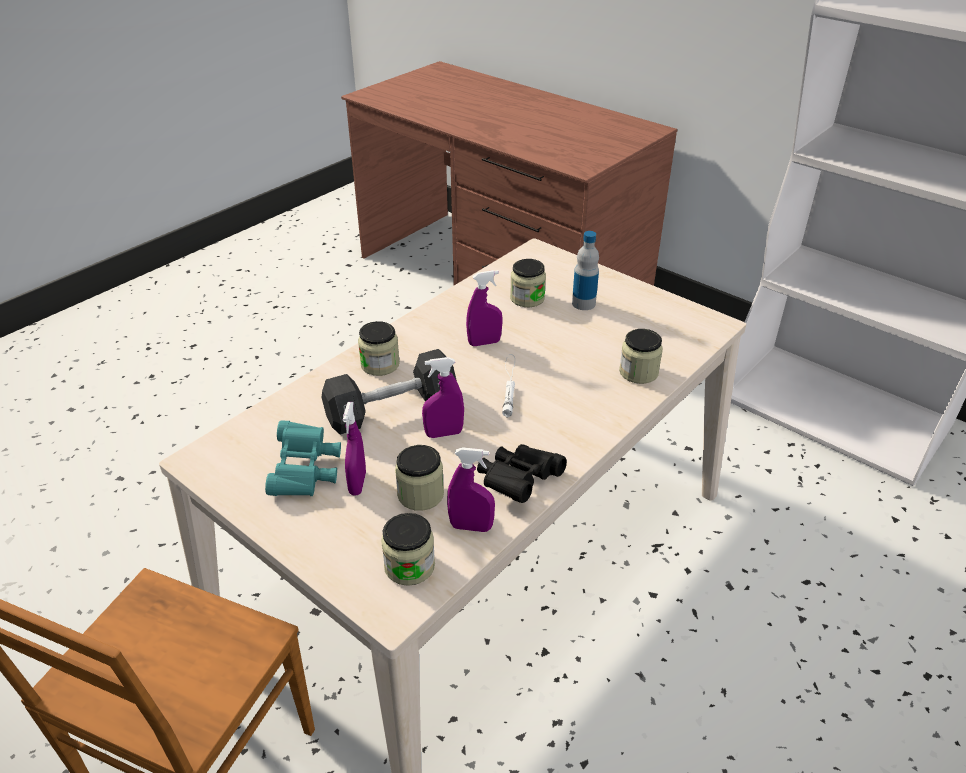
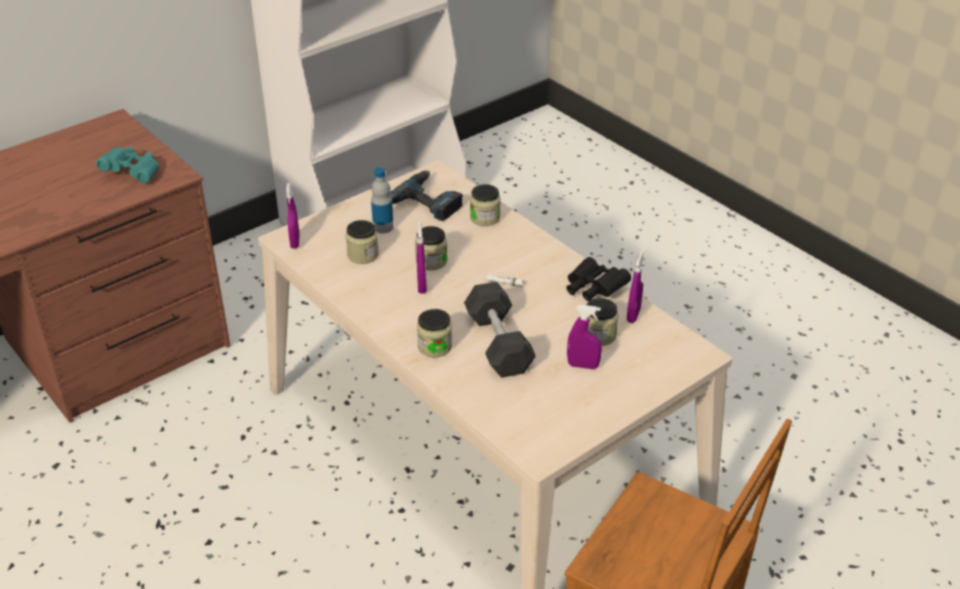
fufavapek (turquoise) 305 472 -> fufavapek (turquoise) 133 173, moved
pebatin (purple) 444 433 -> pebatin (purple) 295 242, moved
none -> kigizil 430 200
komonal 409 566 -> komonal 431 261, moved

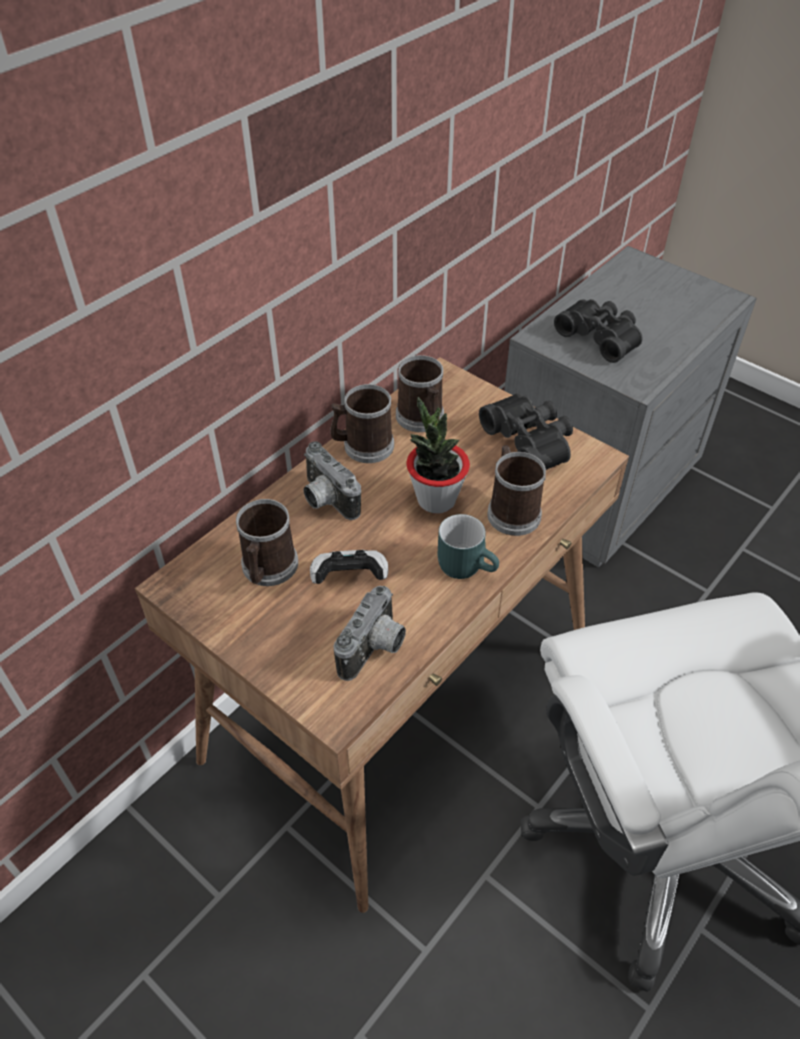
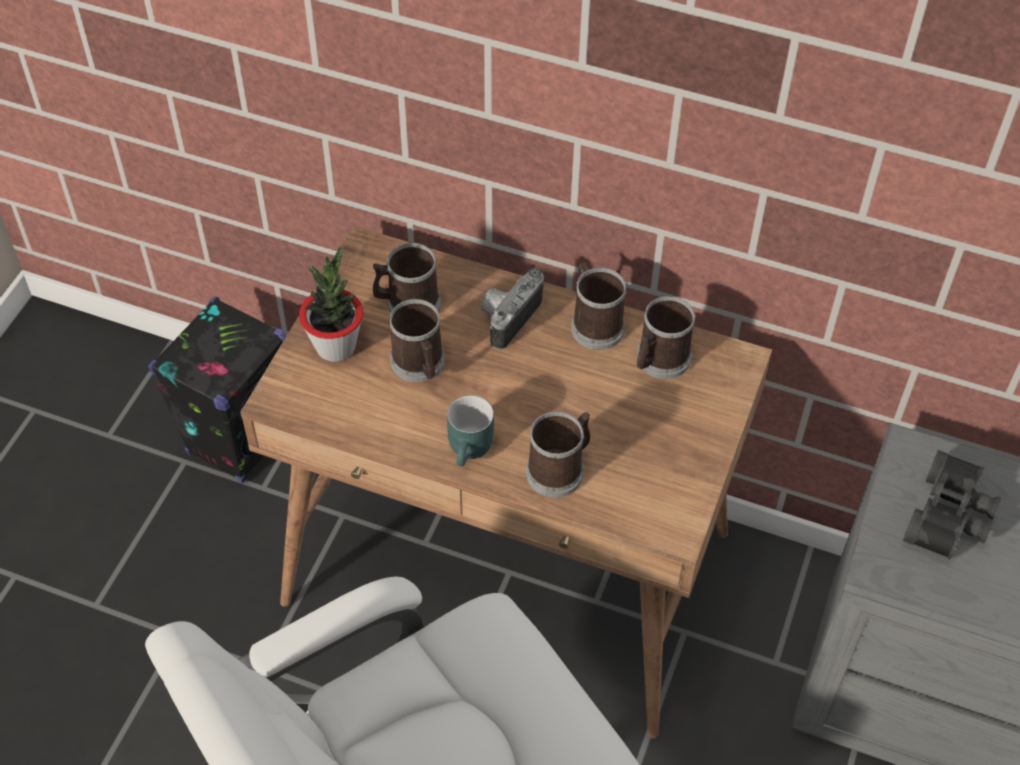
none -> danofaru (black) 239 441
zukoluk 436 500 -> zukoluk 335 346, moved
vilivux 349 578 -> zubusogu 420 365
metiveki 375 650 -> none
fufavapek (black) 530 441 -> none

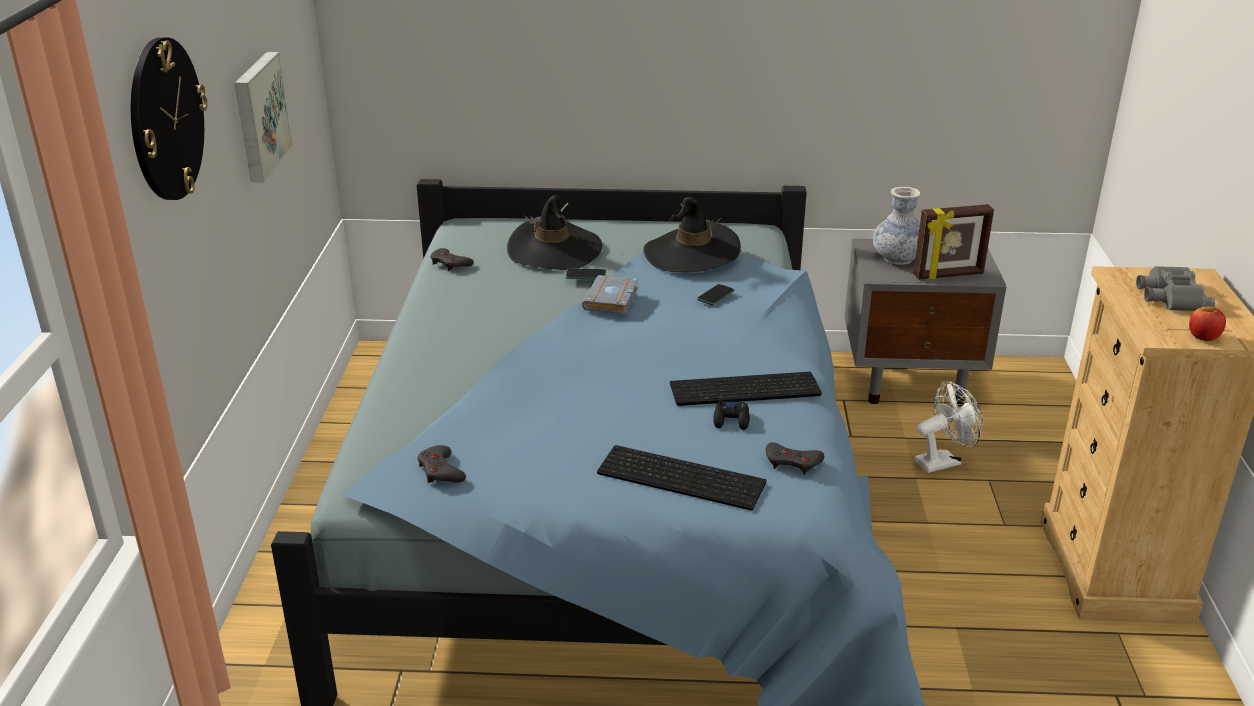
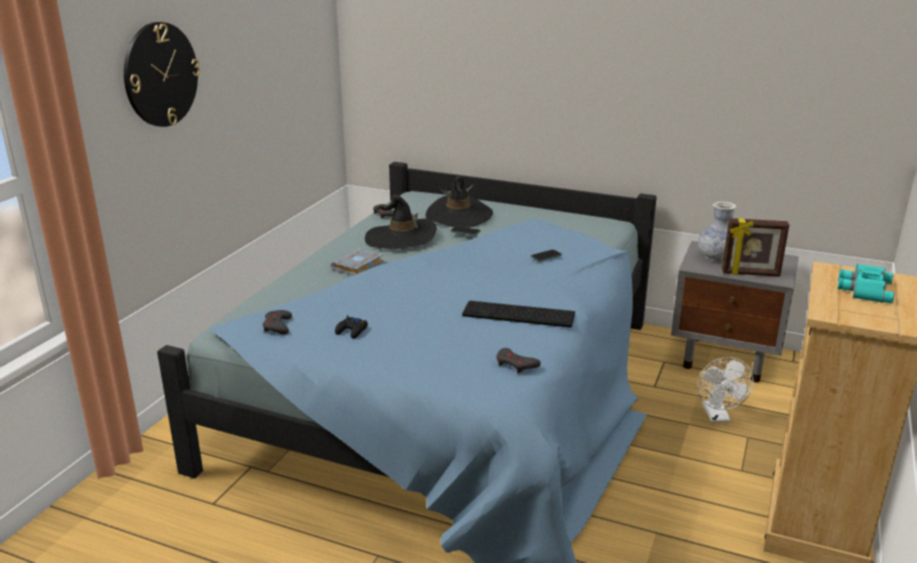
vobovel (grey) 612 300 -> vobovel (grey) 358 266, moved
vilivux (black) 731 420 -> vilivux (black) 352 331, moved
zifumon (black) 691 254 -> zifumon (black) 400 238, moved
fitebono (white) 943 461 -> fitebono (white) 718 417, 90 degrees clockwise
fufavapek (grey) 1170 295 -> fufavapek (turquoise) 863 288
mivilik 258 116 -> none
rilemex 683 476 -> none
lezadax 1203 336 -> none

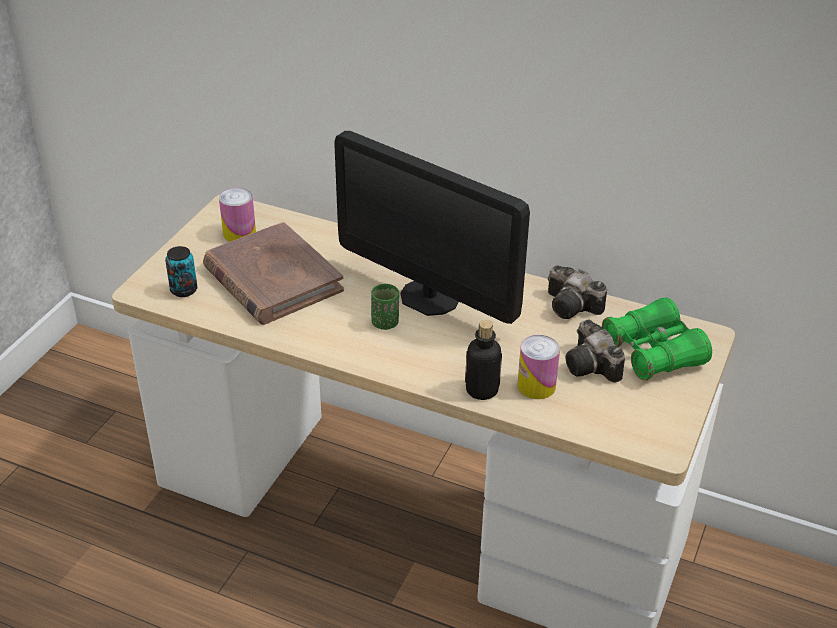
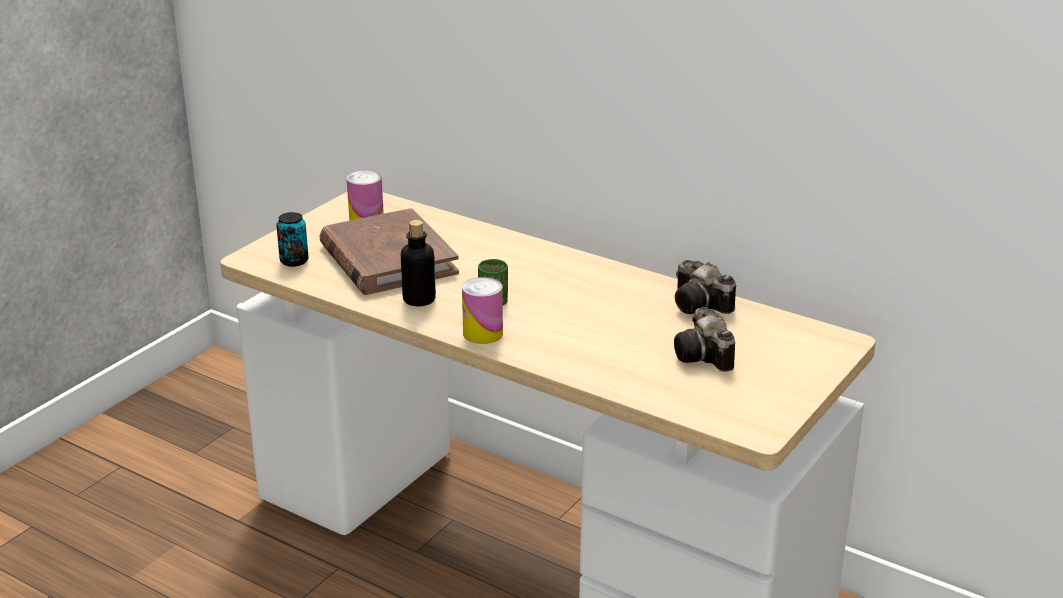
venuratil 482 390 -> venuratil 419 299, moved
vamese 536 386 -> vamese 483 333, moved
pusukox 429 297 -> none
fufavapek (green) 653 352 -> none

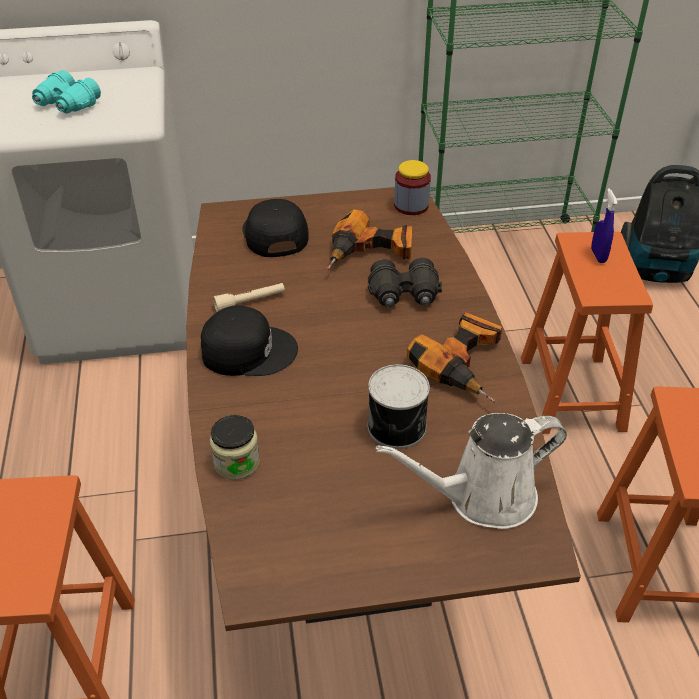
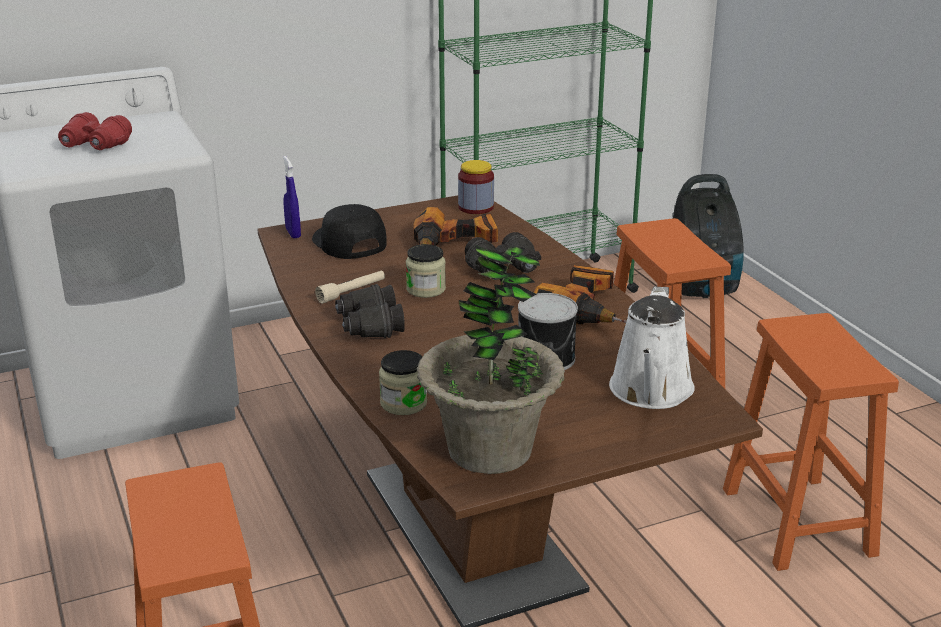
fufavapek (turquoise) 67 105 -> fufavapek (red) 95 145
pebatin (blue) 598 256 -> pebatin (blue) 293 233, moved
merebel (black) 248 350 -> fufavapek (black) 369 326
none -> komonal 426 289
none -> zukoluk 490 450
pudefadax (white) 482 497 -> pudefadax (white) 650 392, 45 degrees counterclockwise

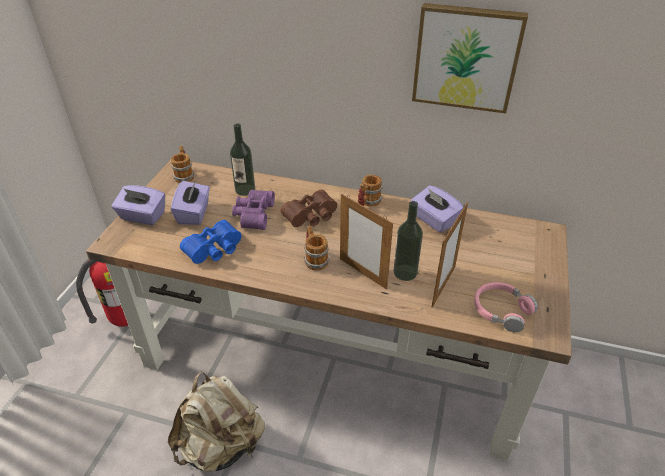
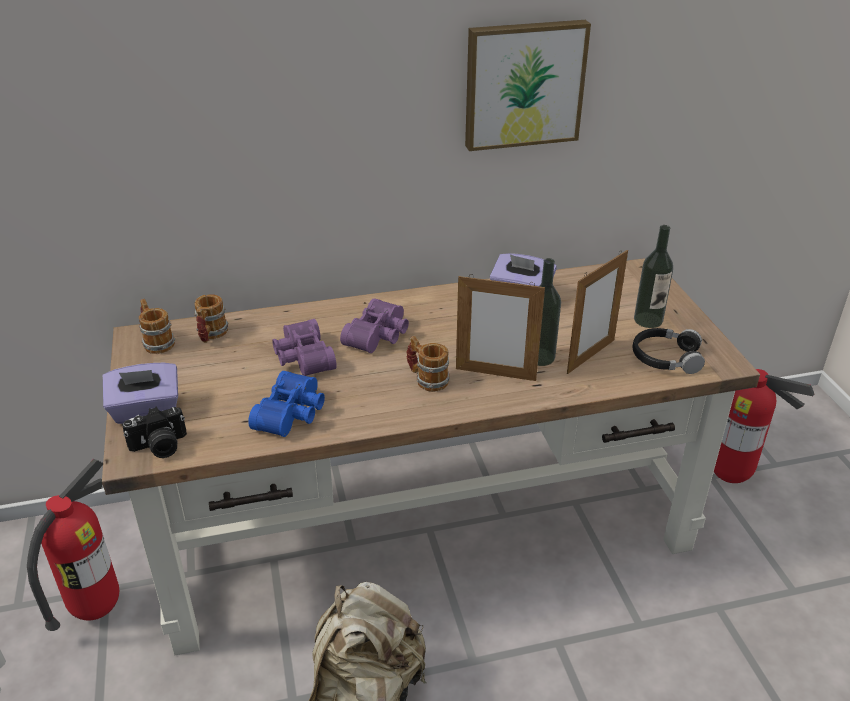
none -> metiveki 159 447
zubusogu 368 202 -> zubusogu 211 335, moved
fufavapek (brown) 312 217 -> fufavapek (purple) 379 336
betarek 443 286 -> betarek 590 356, 45 degrees clockwise
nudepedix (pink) 501 310 -> nudepedix (black) 665 358
venuratil 245 190 -> venuratil 648 320, moved
none -> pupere 730 476
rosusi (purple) 194 213 -> none

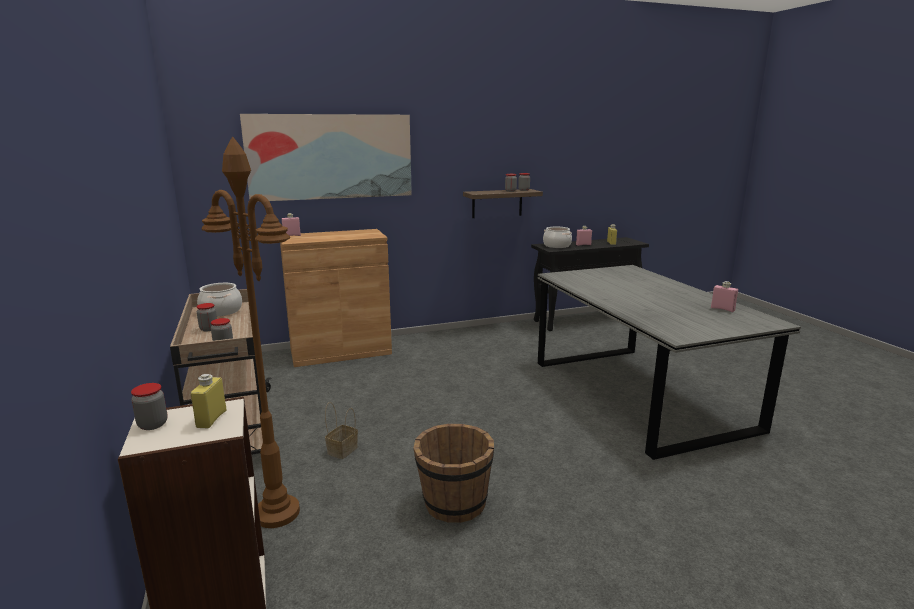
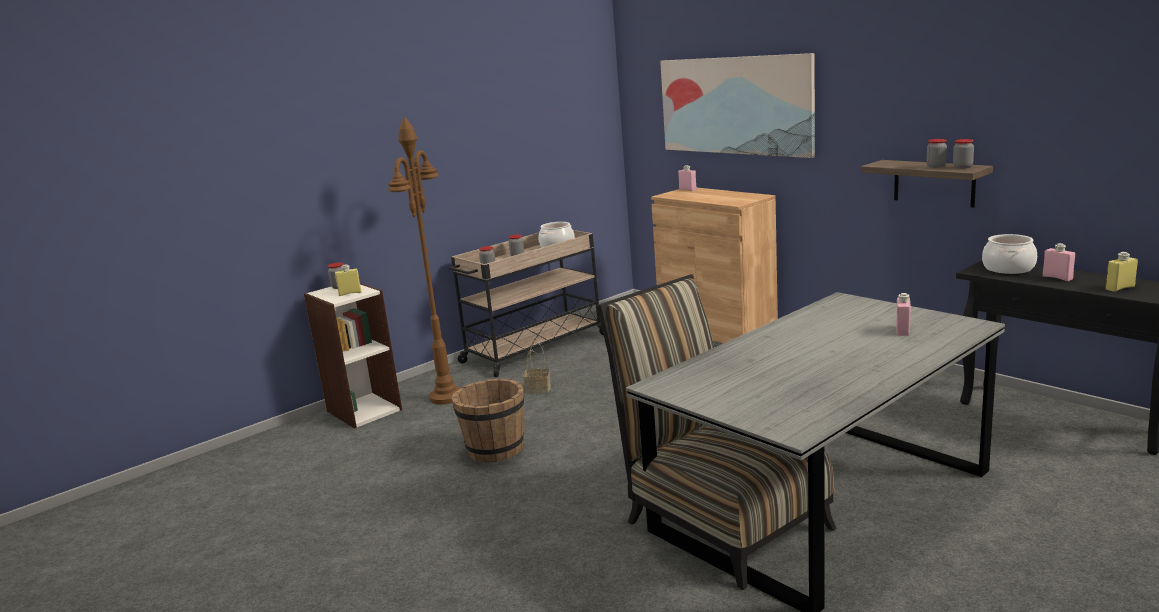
none -> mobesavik 719 519
venuratil (pink) 722 309 -> venuratil (pink) 902 330, moved

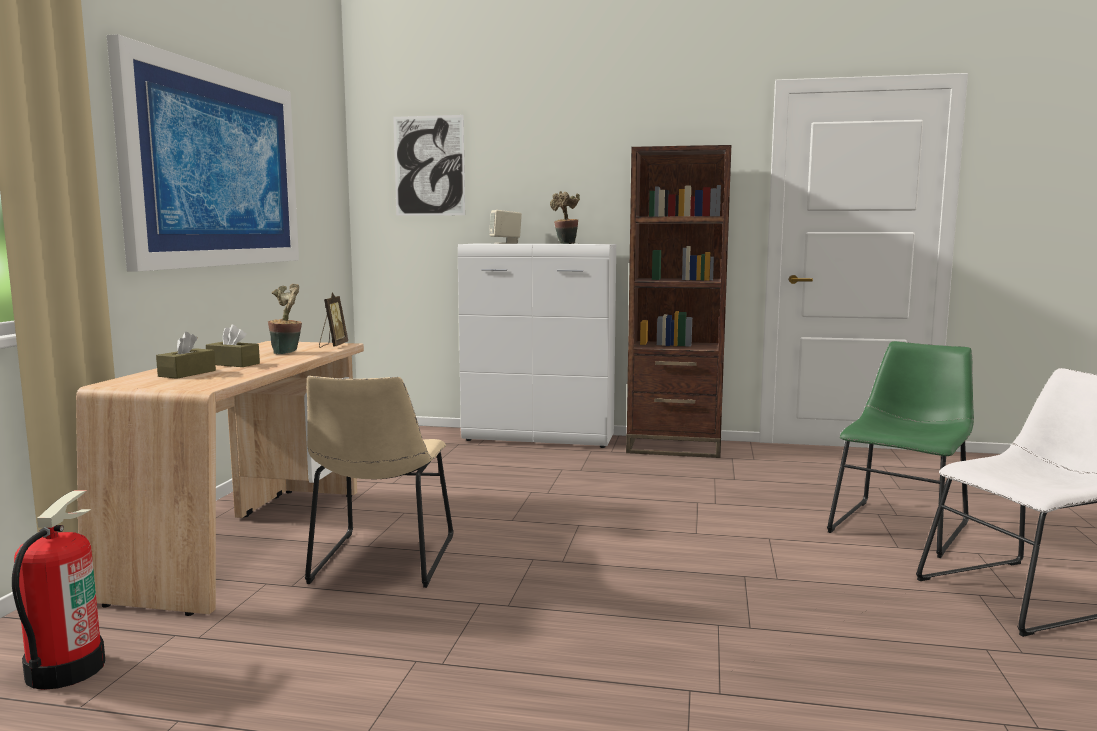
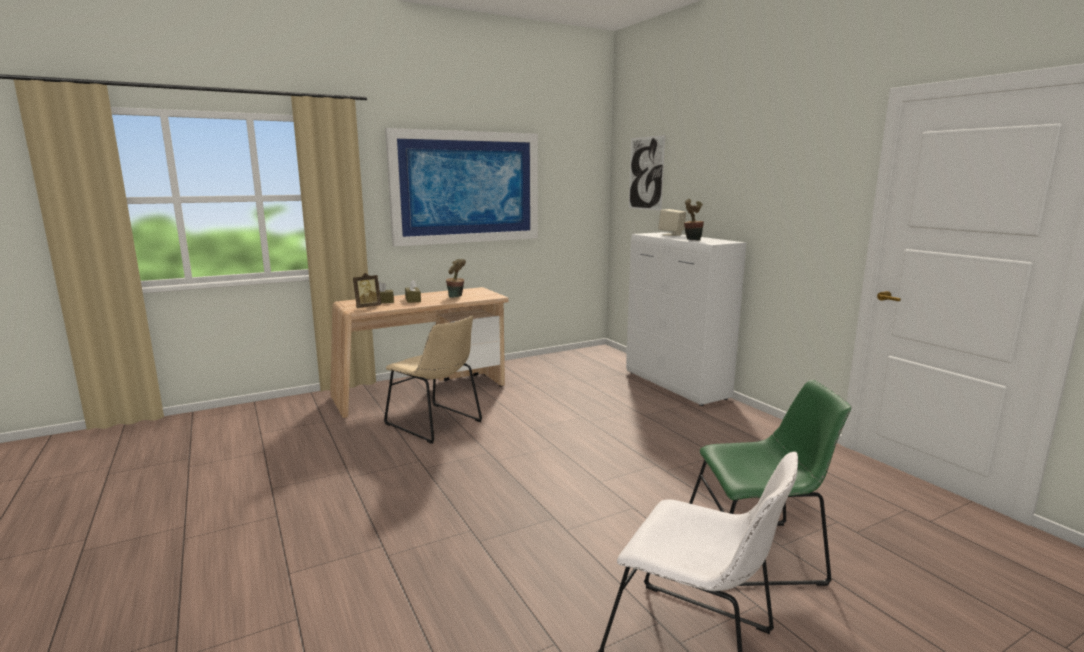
betarek 333 346 -> betarek 367 307, moved
mobesavik (beige) 382 562 -> mobesavik (beige) 436 424, 105 degrees counterclockwise
pupere 64 669 -> none
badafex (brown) 674 447 -> none

